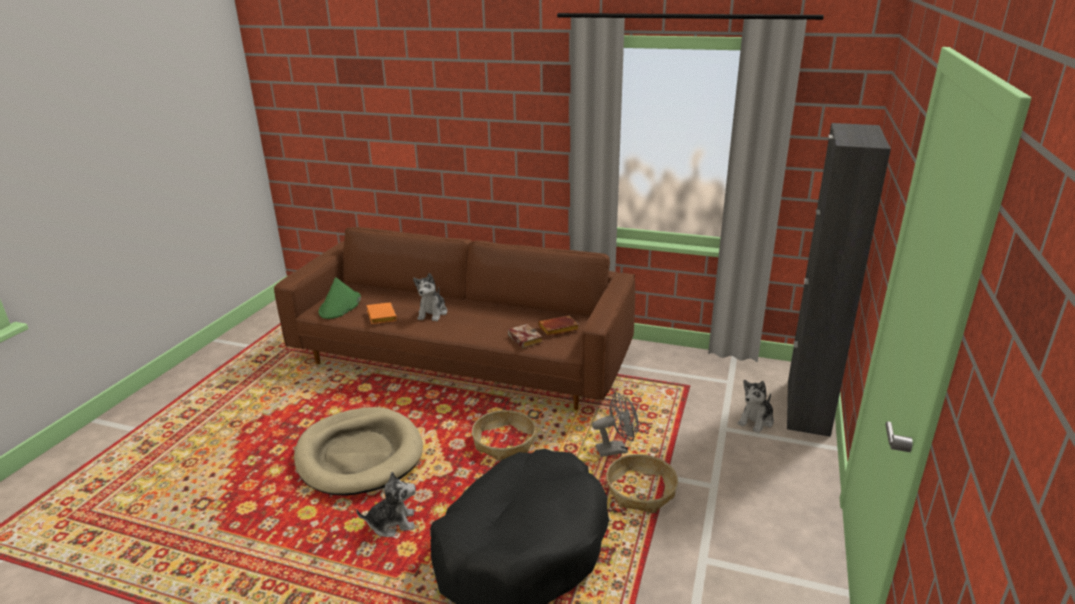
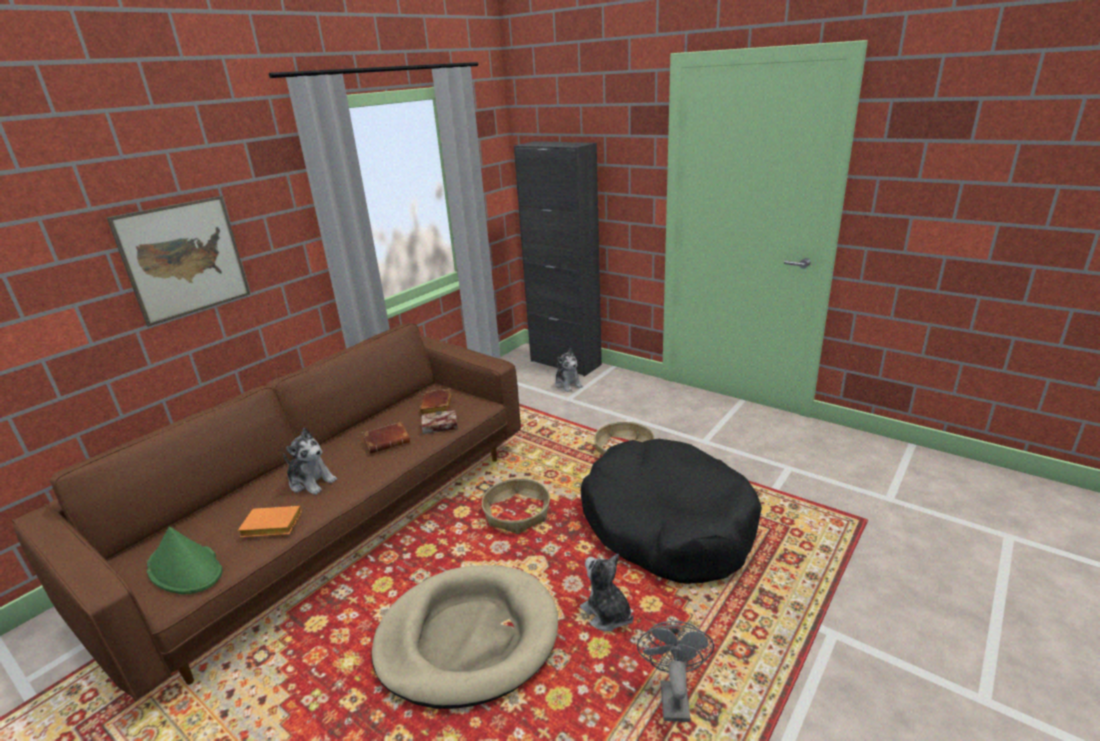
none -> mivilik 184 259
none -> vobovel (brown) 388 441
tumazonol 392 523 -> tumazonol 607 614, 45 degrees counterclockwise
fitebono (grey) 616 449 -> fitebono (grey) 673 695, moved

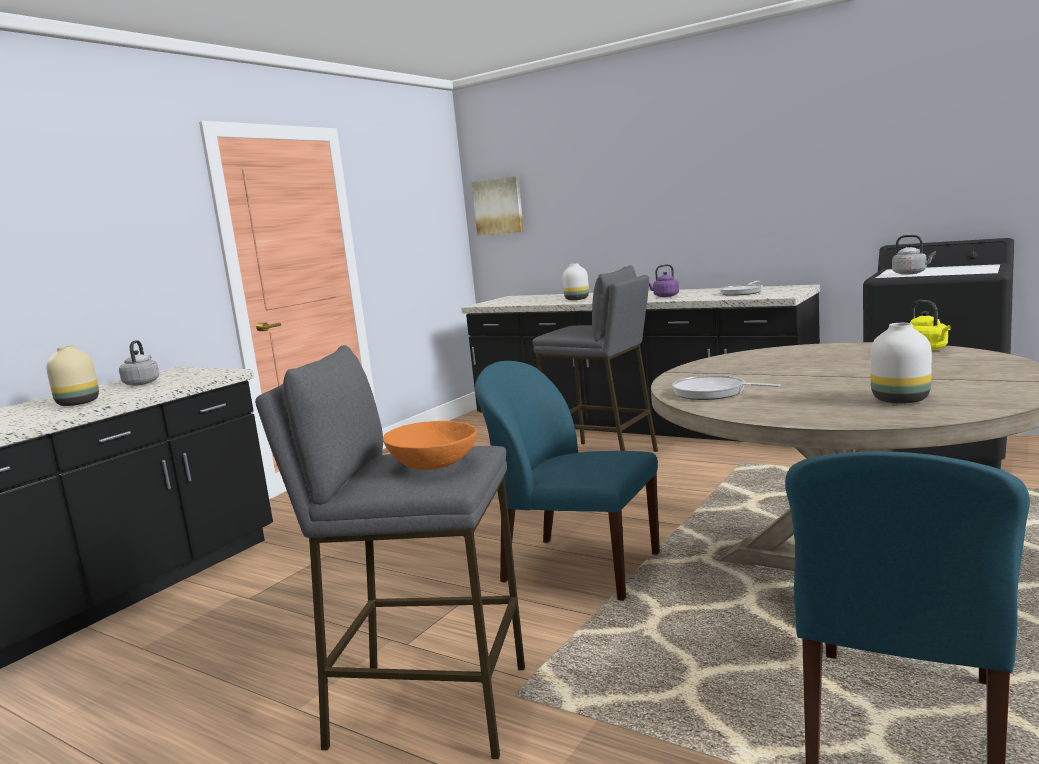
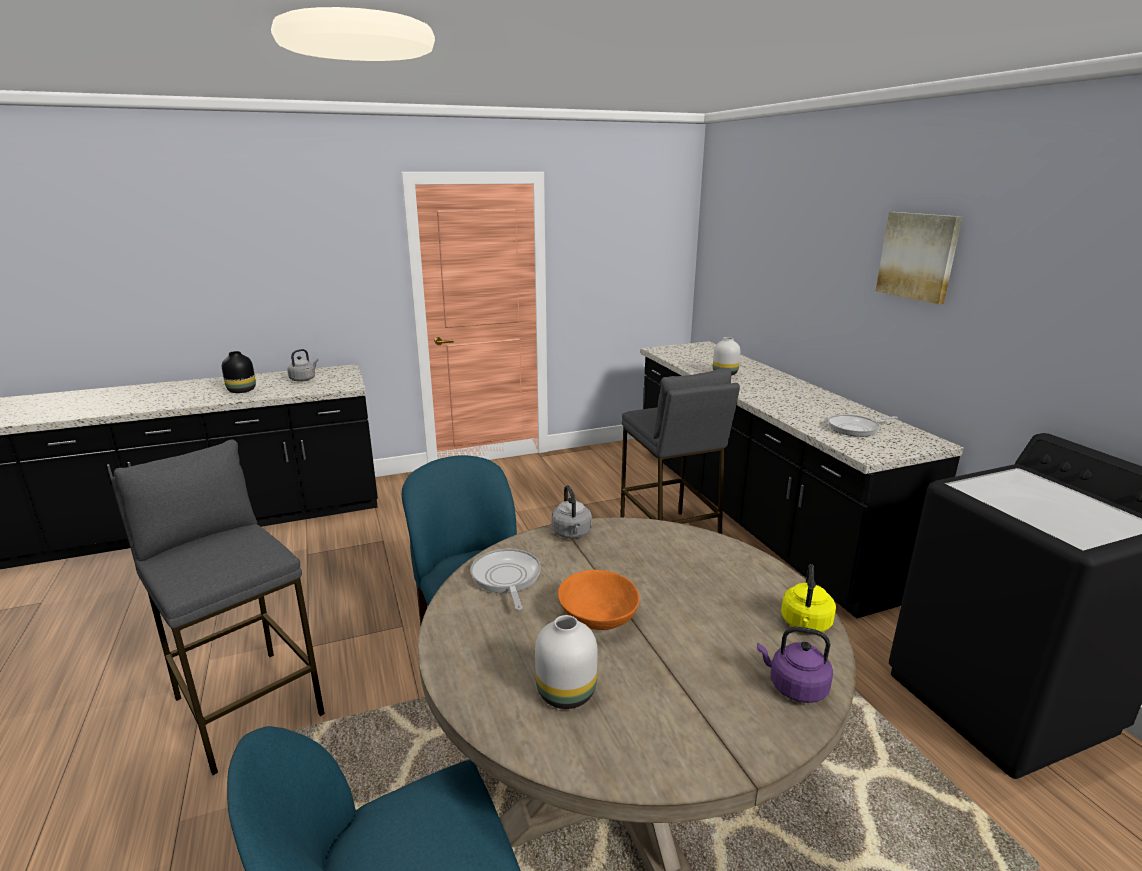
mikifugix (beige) 79 403 -> mikifugix (black) 242 390
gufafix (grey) 911 273 -> gufafix (grey) 572 534, moved
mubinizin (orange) 432 465 -> mubinizin (orange) 597 617, moved
gufafix (purple) 664 296 -> gufafix (purple) 794 687, moved
mivilik 498 206 -> mivilik 918 256, moved

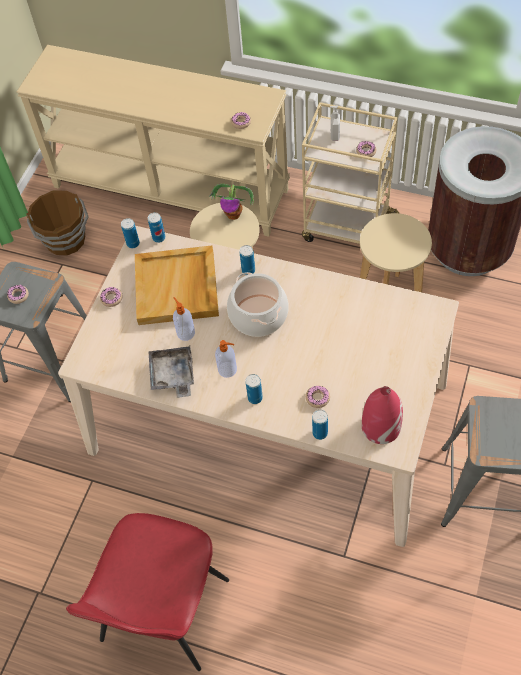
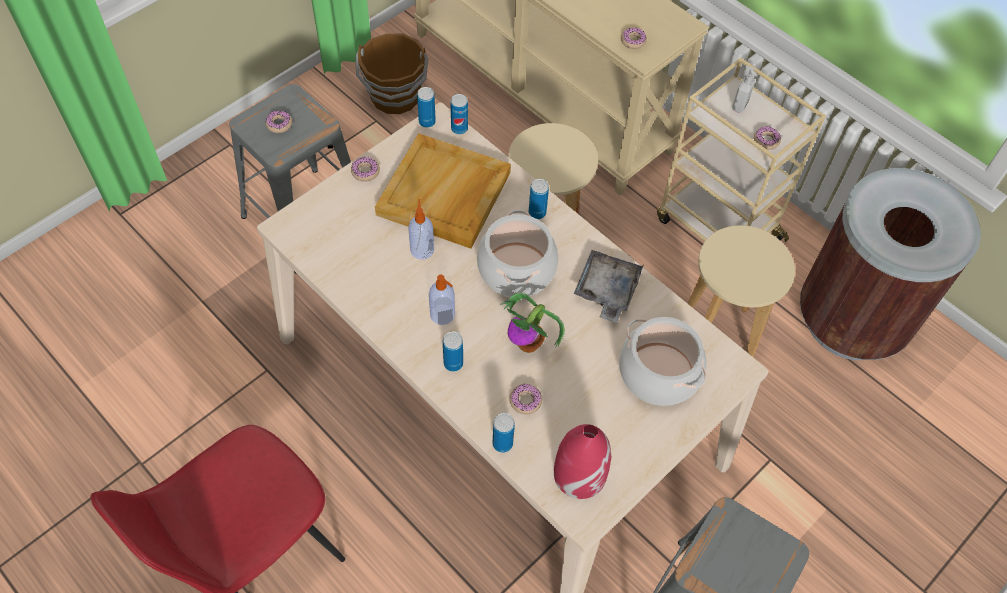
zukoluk 234 214 -> zukoluk 529 343, moved
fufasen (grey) 173 375 -> fufasen (grey) 606 291, moved
none -> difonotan 658 373

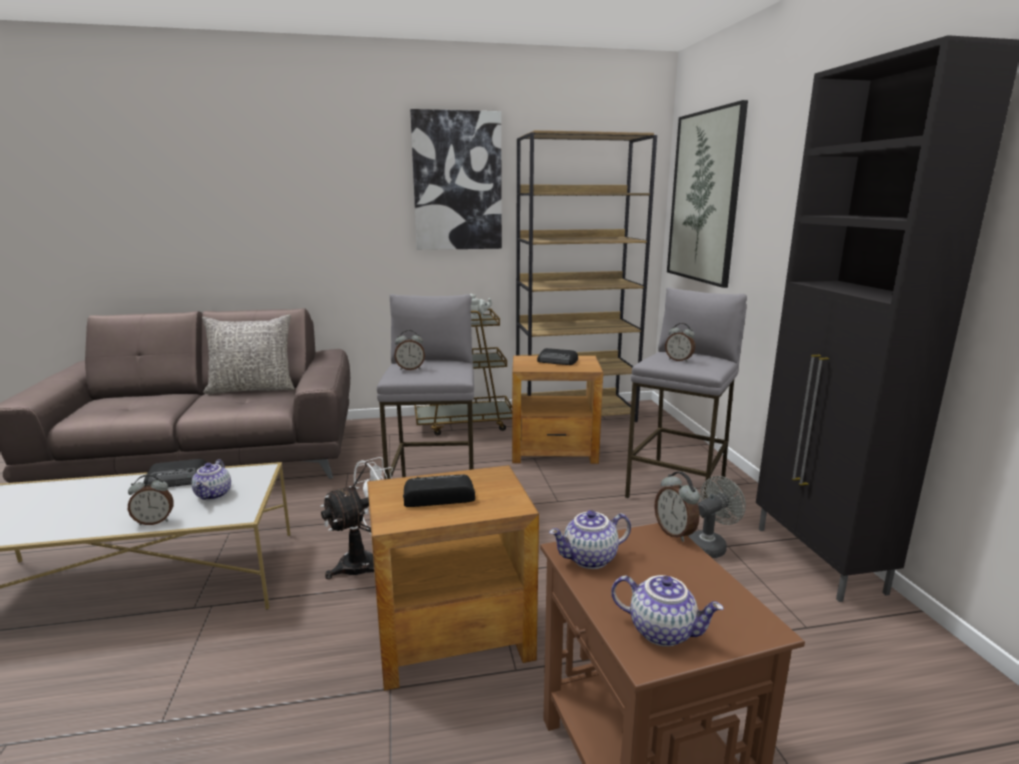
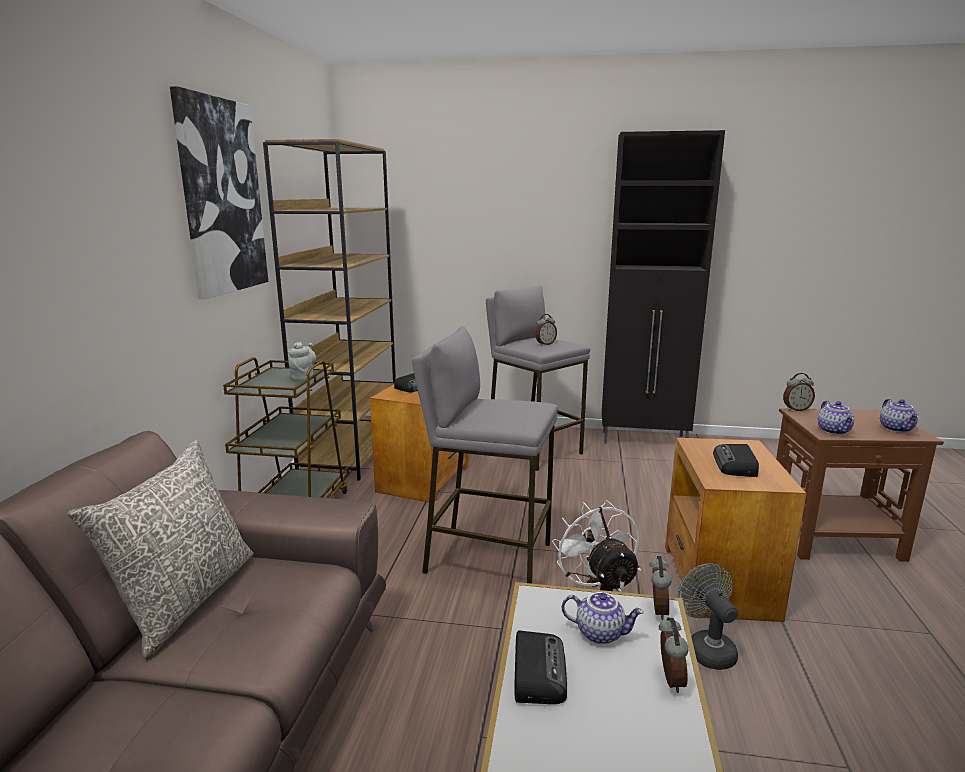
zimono 410 369 -> zimono 656 610, moved
fitebono (grey) 710 546 -> fitebono (grey) 706 648, moved
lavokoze 663 631 -> lavokoze 897 429, 135 degrees clockwise
mivilik 704 197 -> none

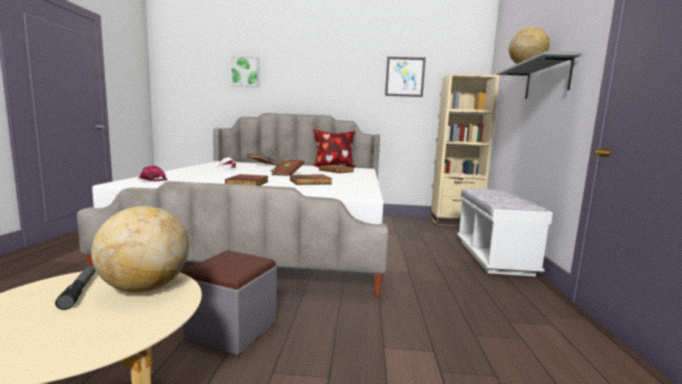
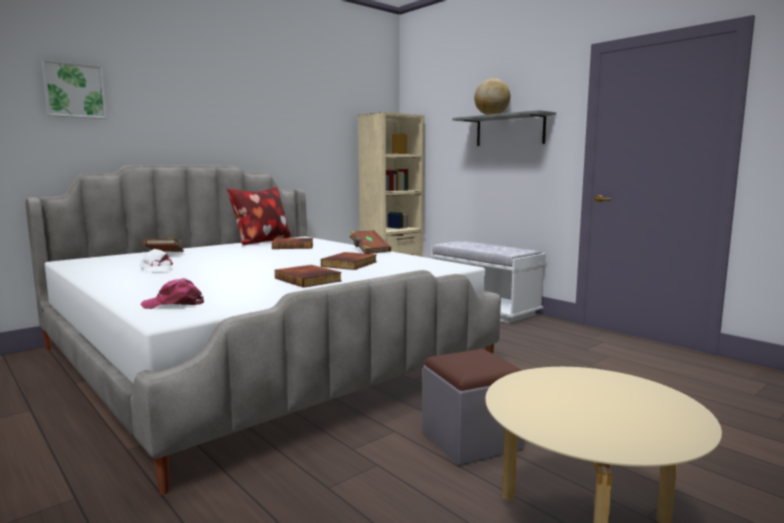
vobovel (brown) 287 174 -> vobovel (brown) 369 250, moved
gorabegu 79 290 -> none
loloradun 145 287 -> none
mivilik 405 77 -> none

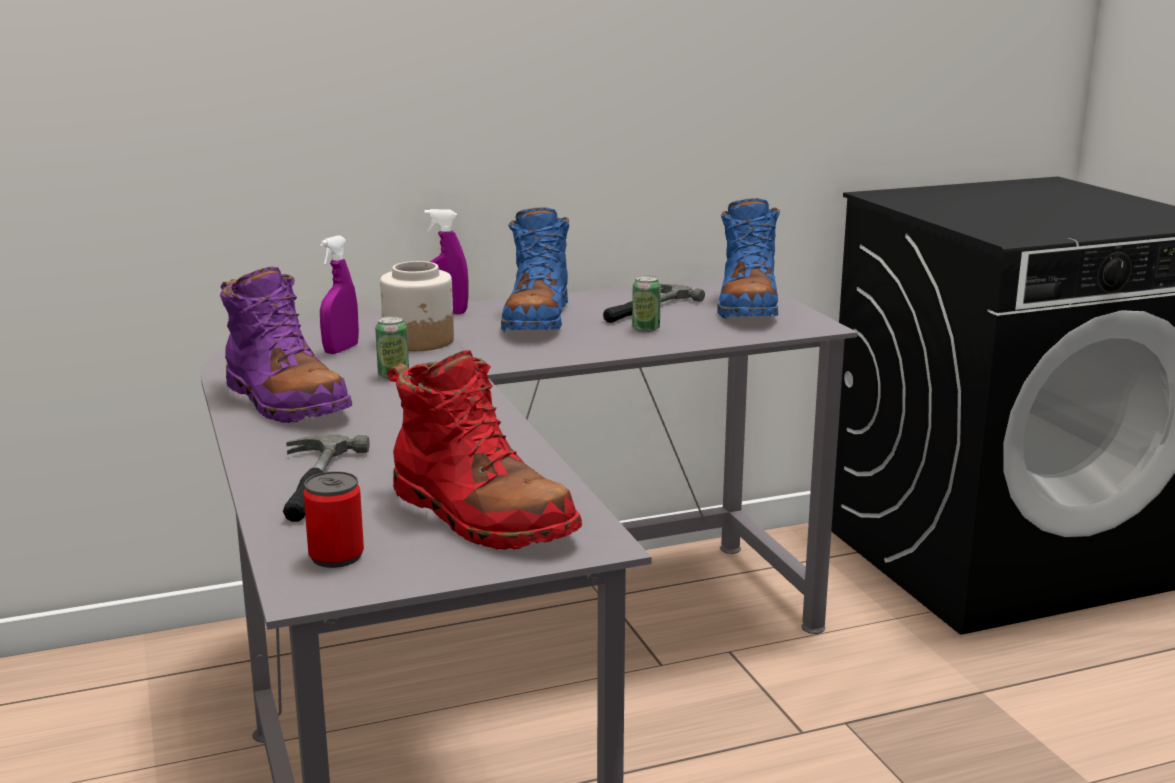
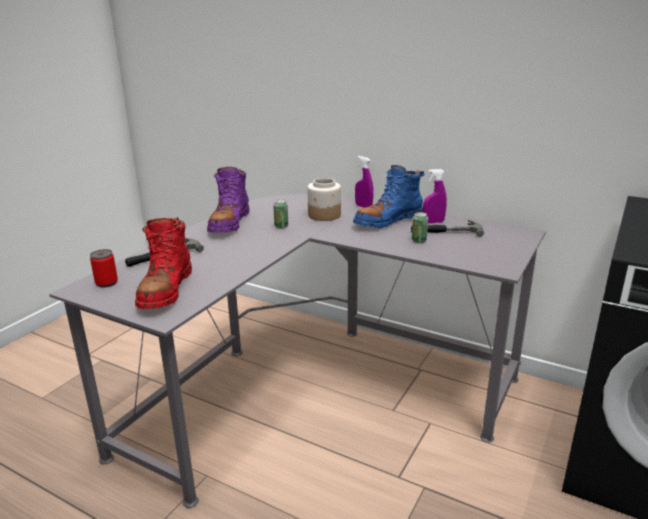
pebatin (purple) 341 349 -> pebatin (purple) 433 222, moved
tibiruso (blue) 747 307 -> none

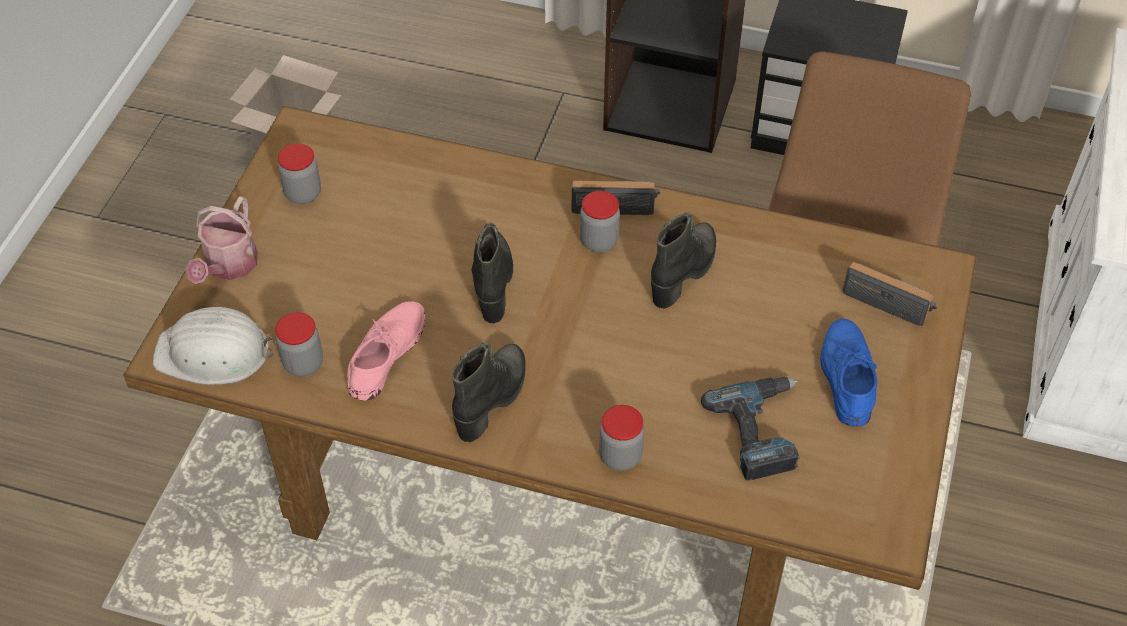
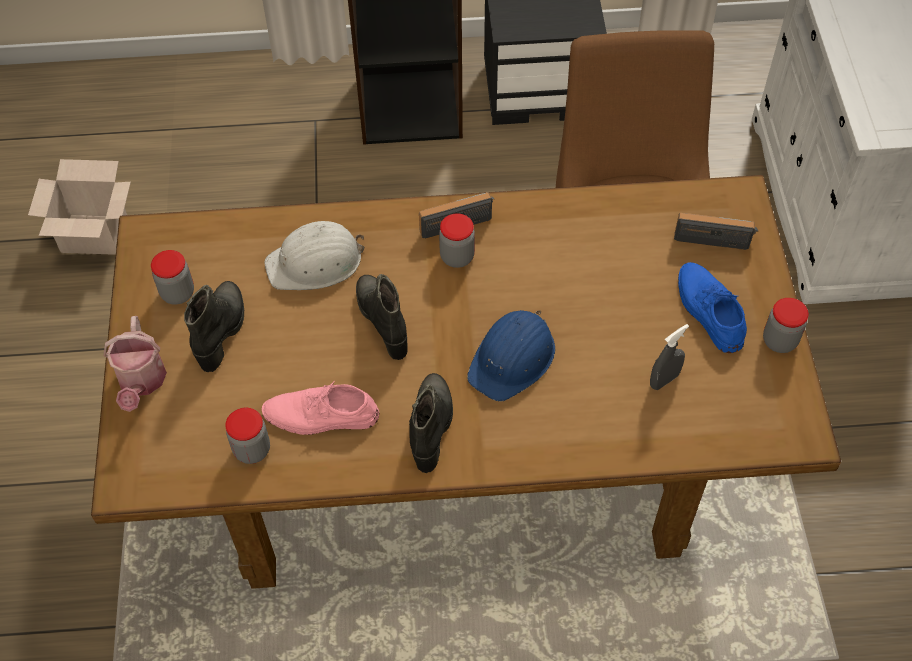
tibiruso (black) 684 272 -> tibiruso (black) 222 331, moved
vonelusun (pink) 386 353 -> vonelusun (pink) 321 416, 90 degrees counterclockwise
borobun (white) 214 353 -> borobun (white) 315 262, moved
none -> borobun (blue) 513 358
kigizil 762 431 -> pebatin (grey) 664 380
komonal 620 456 -> komonal 779 341, moved

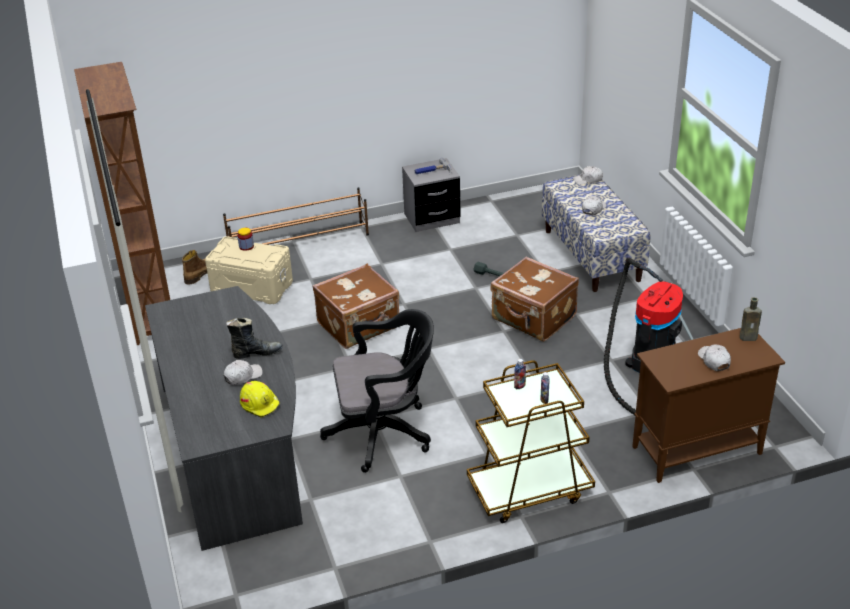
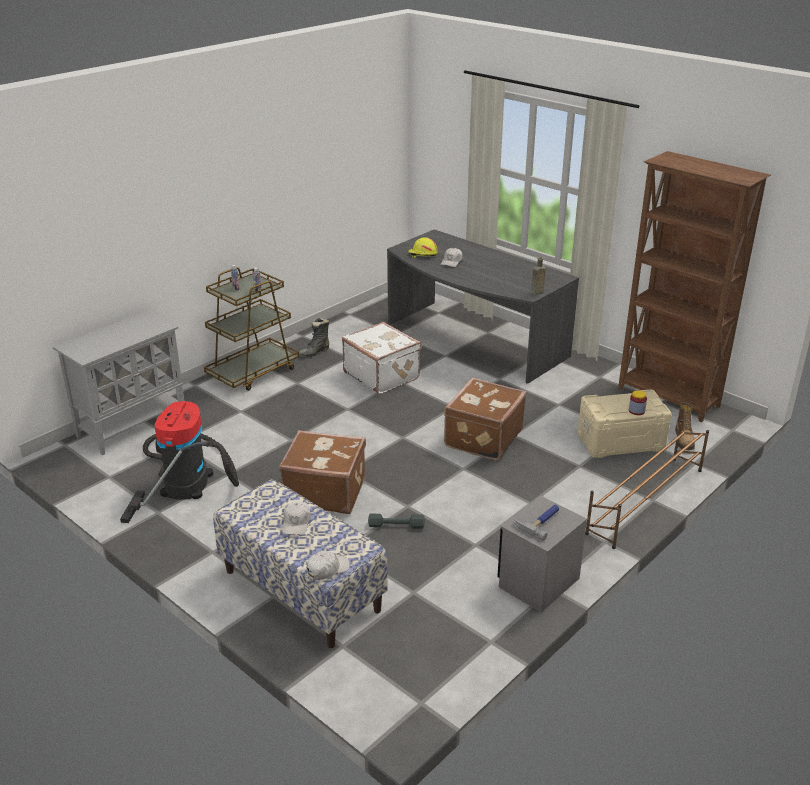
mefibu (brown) 695 451 -> mefibu (grey) 133 425
tibiruso (black) 256 353 -> tibiruso (black) 315 352, moved
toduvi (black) 384 433 -> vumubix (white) 382 375
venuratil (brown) 749 338 -> venuratil (brown) 536 292, moved
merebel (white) 714 360 -> none

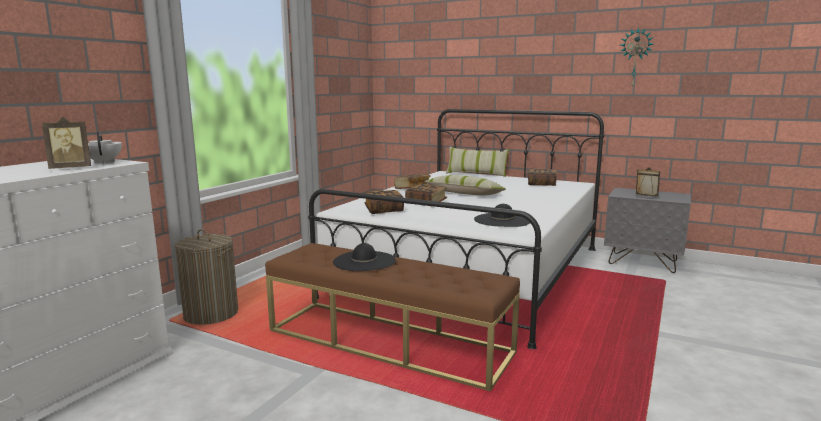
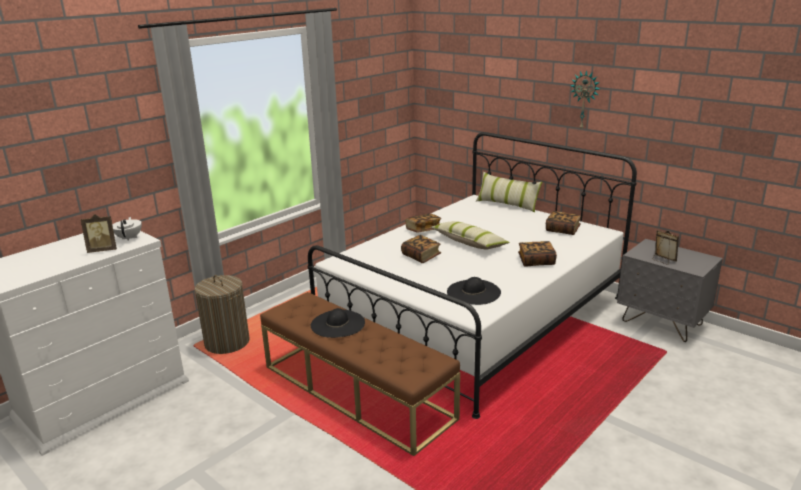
vobovel 384 210 -> vobovel 536 261, moved
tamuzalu 635 58 -> tamuzalu 585 100, moved

